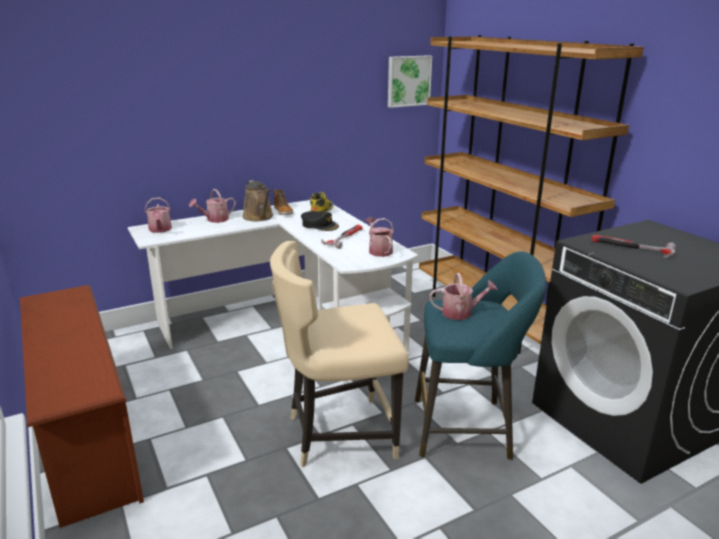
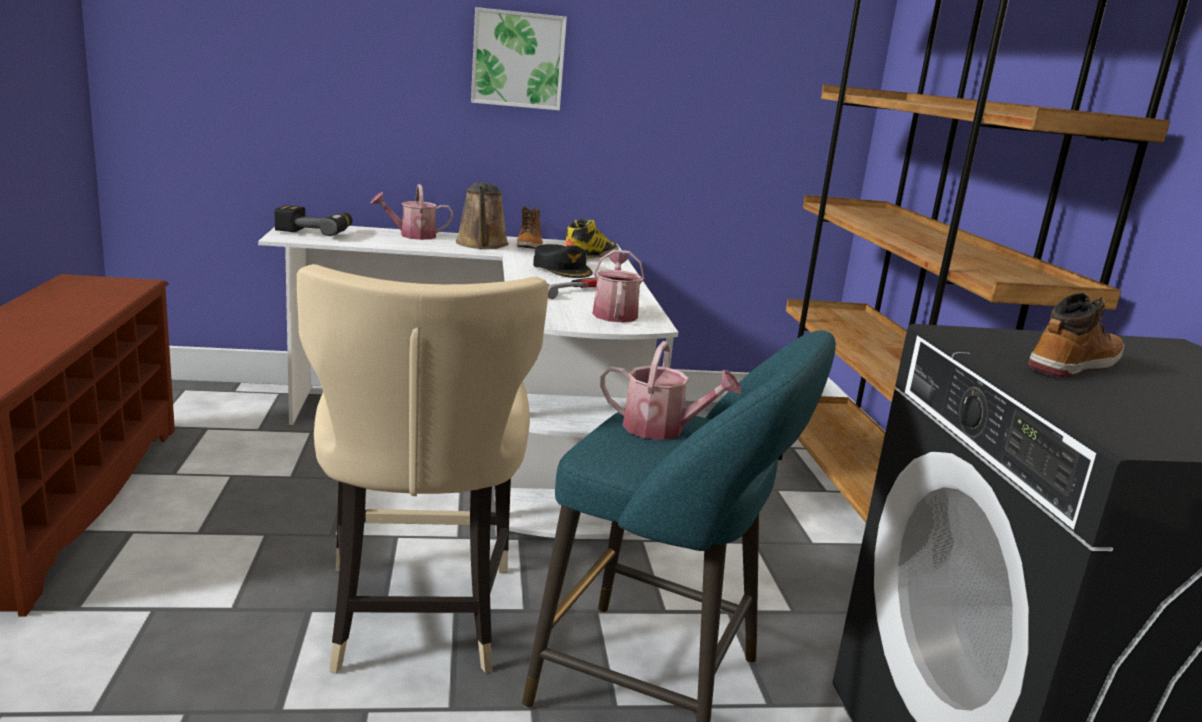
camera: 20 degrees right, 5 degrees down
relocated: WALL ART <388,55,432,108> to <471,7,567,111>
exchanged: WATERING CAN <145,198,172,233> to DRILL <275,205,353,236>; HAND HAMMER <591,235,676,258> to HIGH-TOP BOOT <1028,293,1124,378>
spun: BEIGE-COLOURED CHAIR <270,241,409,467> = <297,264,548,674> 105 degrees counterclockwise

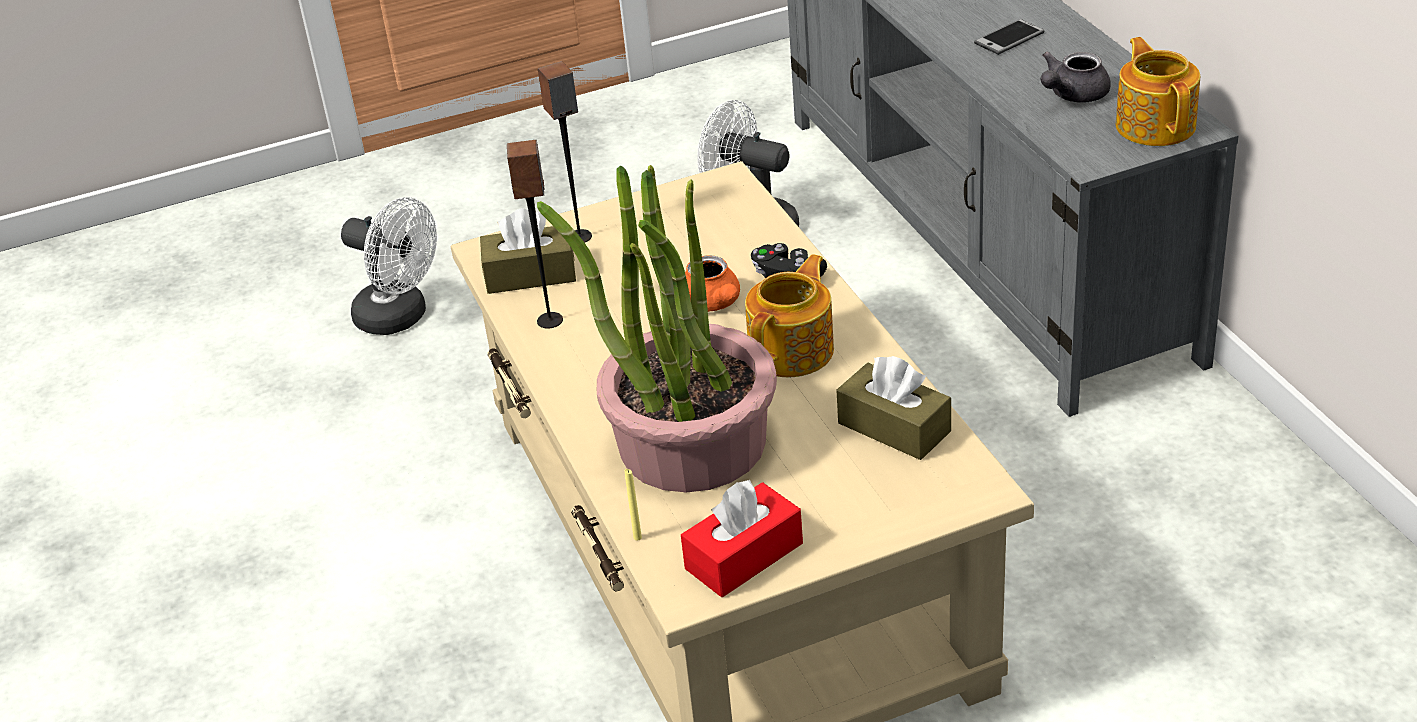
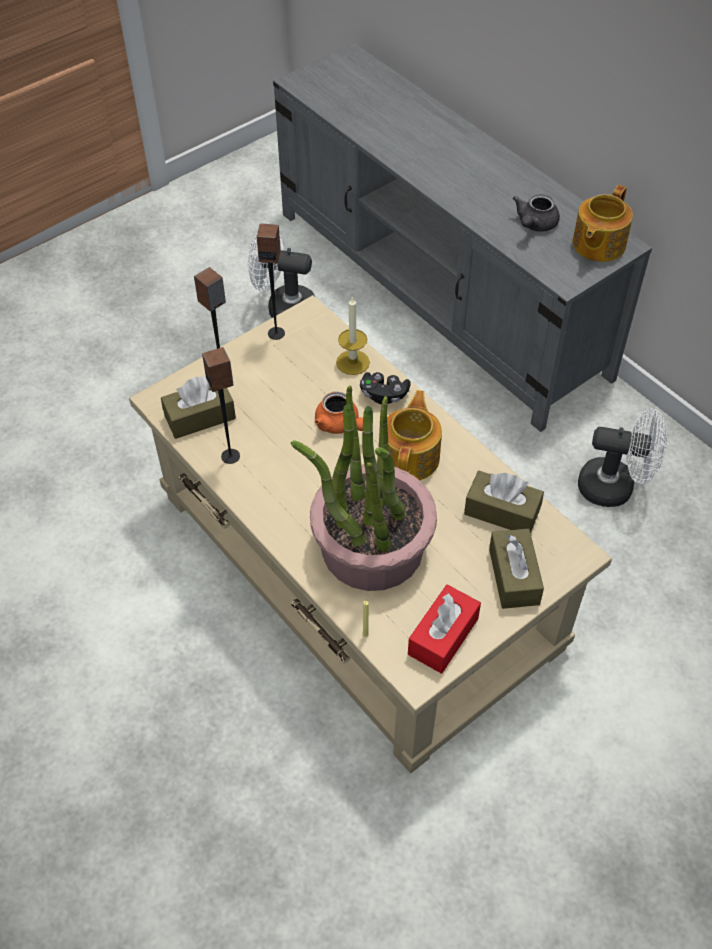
camera: 20 degrees left, 15 degrees up
missing: TELEPHONE <974,19,1045,55>
appeared: SPEAKER <257,223,285,340>; WAX LIGHT <336,296,370,375>; BROWN BOX OF TISSUES <489,528,544,609>
relocated: WHITISH FAN <341,197,437,335> to <578,409,667,507>
spun: TEAPOT <1116,37,1200,146> = <573,185,633,262> 120 degrees counterclockwise

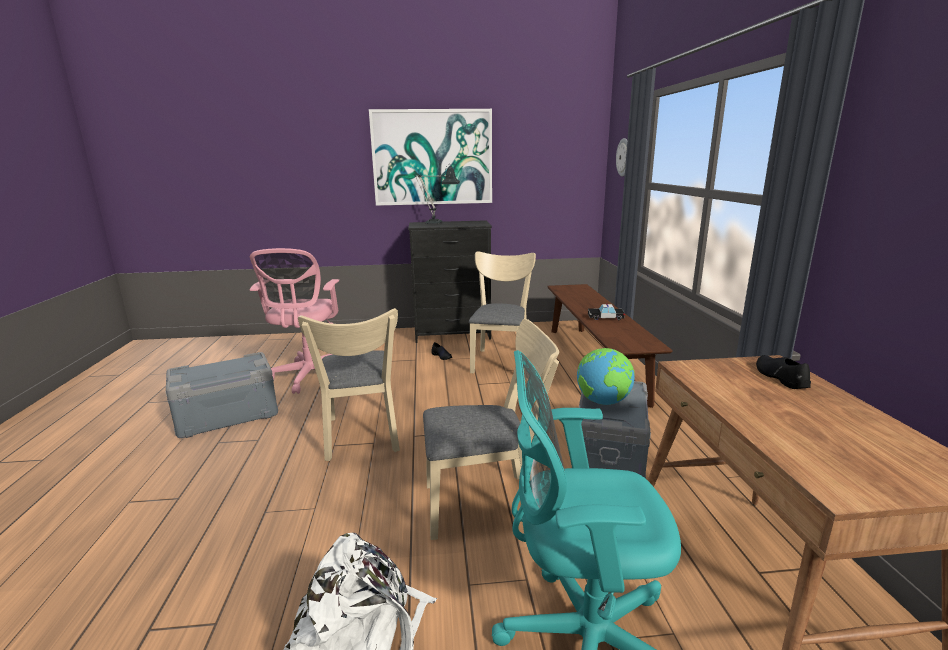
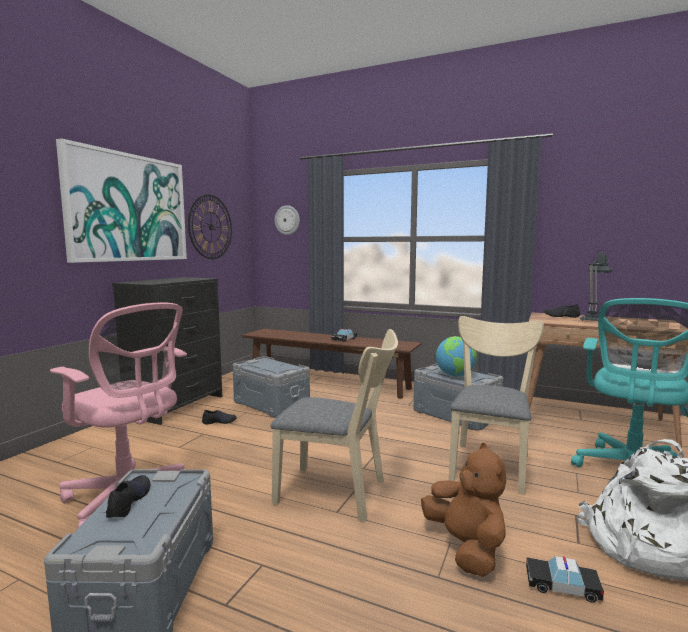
camera: 60 degrees left, 10 degrees down
appeared: BLACKISH ITEM OF FOOTWEAR <106,475,151,517>; CLOCK ON THE WALL <188,194,232,259>; BROWN CUDDLY TOY <421,443,506,577>; MODEL CAR <526,556,604,603>
relocated: TABLE LAMP <415,164,460,224> to <580,253,613,321>
exchanged: BEIGE-COLOURED CHAIR <469,251,536,373> to GRAY STORAGE BOX <233,356,310,418>

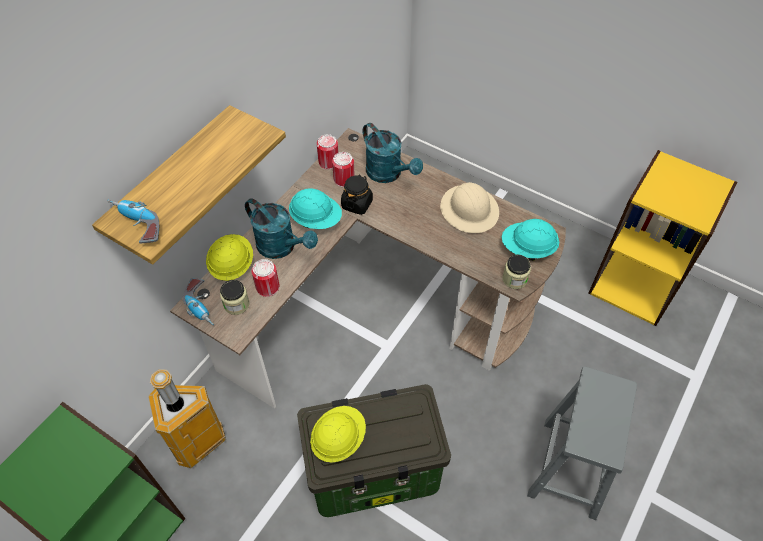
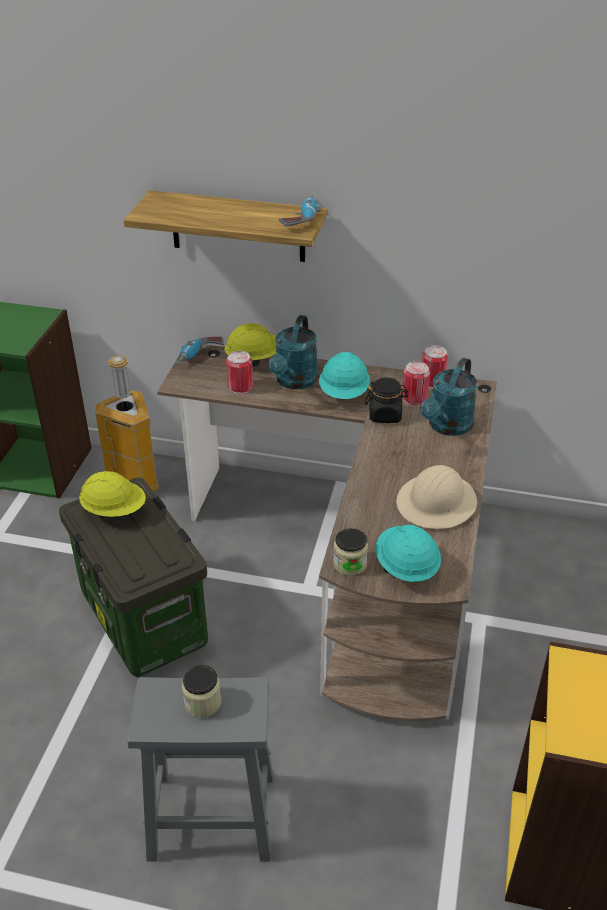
camera: 70 degrees right, 15 degrees down
relocated: DRILL <107,199,159,243> to <279,195,321,226>; STORAGE JAR <220,280,249,315> to <182,665,221,718>

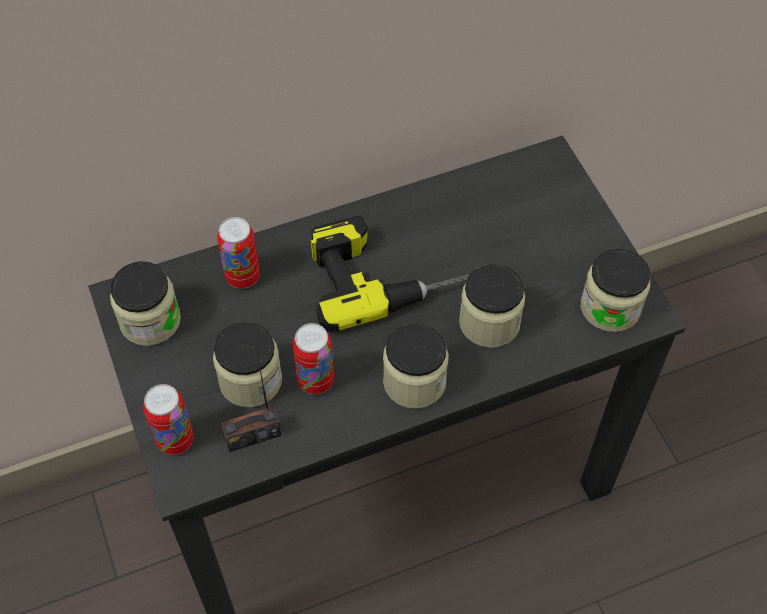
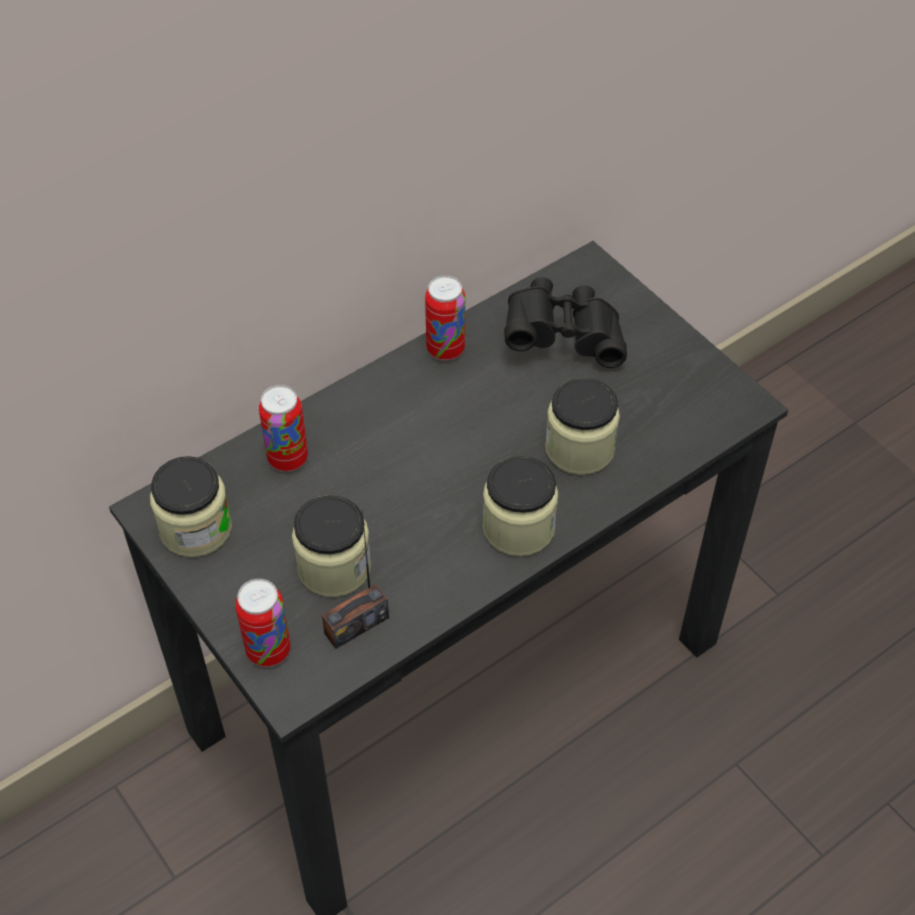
camera: 15 degrees left, 5 degrees down
missing: DRILL <311,215,469,333>; STORAGE JAR <581,249,651,332>
appeared: BLACKISH PAIR OF BINOCULARS <504,277,627,368>
relocated: SEALED CAN <293,323,334,395> to <425,276,465,361>

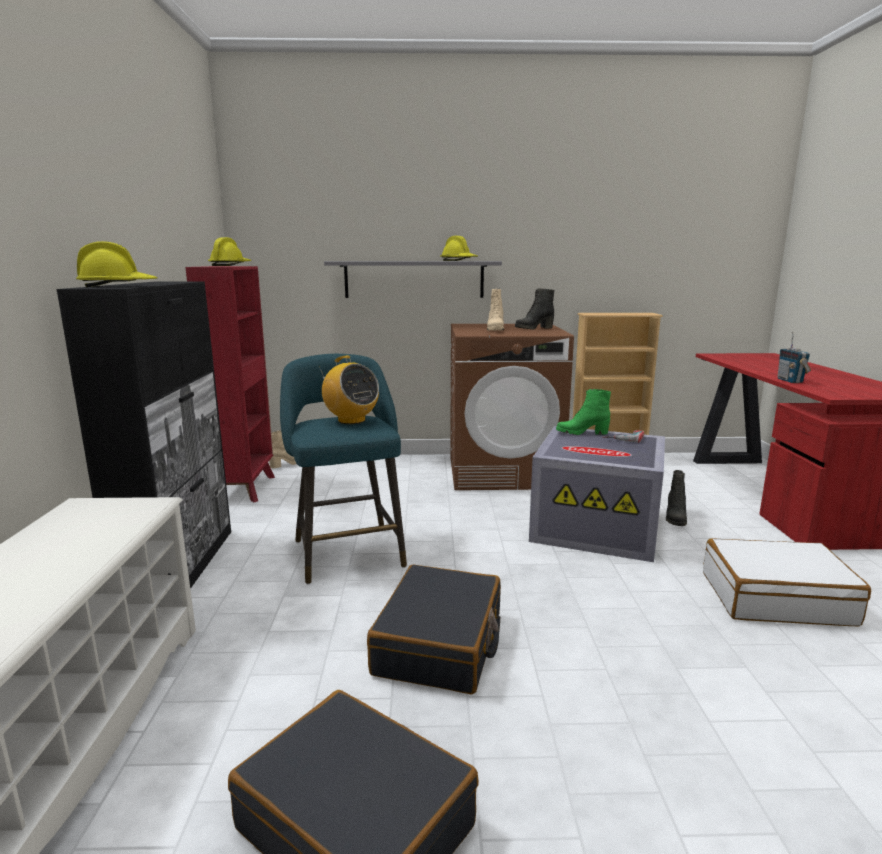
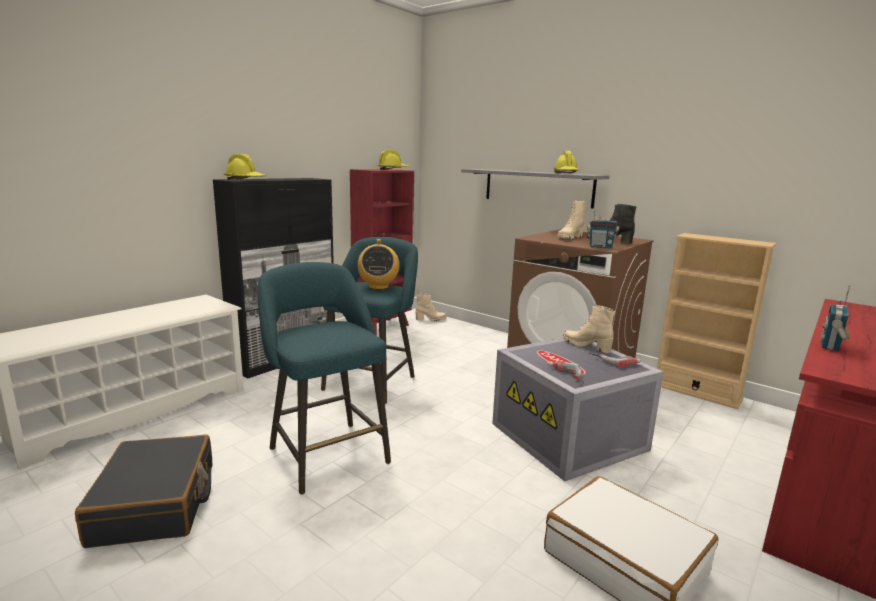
camera: 40 degrees right, 0 degrees up
missing: BLACKISH HIGH-TOP BOOT <666,470,687,526>
appeared: DRILL <547,361,584,384>; RADIO SET <587,205,619,249>
exchanged: BLACKISH PIECE OF LUGGAGE <367,565,501,695> to TURQUOISE SITTING STOOL <257,262,391,495>
colour: GREEN HIGH-TOP BOOT <556,389,611,435> to BEIGE-COLOURED HIGH-TOP BOOT <563,305,615,353>

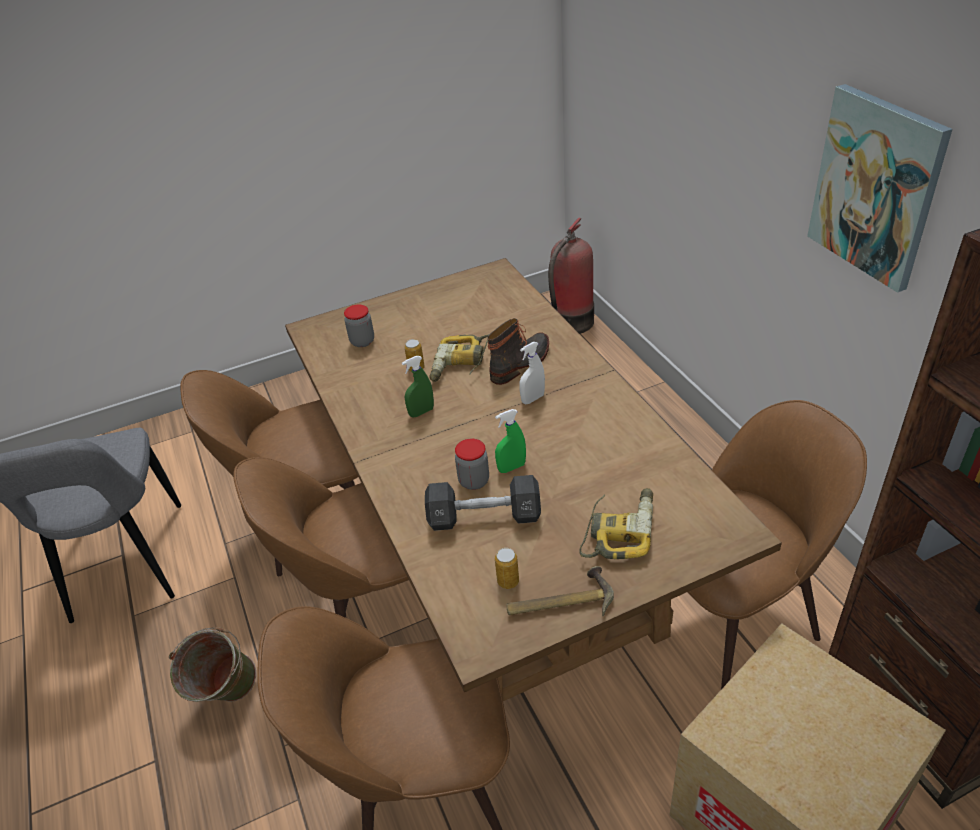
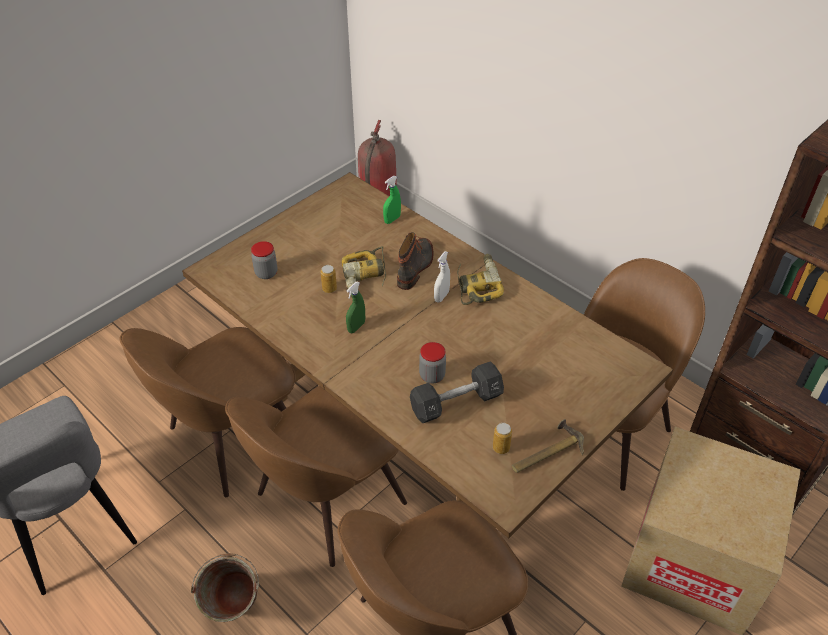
camera: 25 degrees left, 5 degrees up
missing: WALL ART <807,84,952,293>
relocated: GREEN HAND SPRAYER <495,409,526,473> to <383,176,401,224>; DRILL <579,488,653,559> to <457,254,504,305>

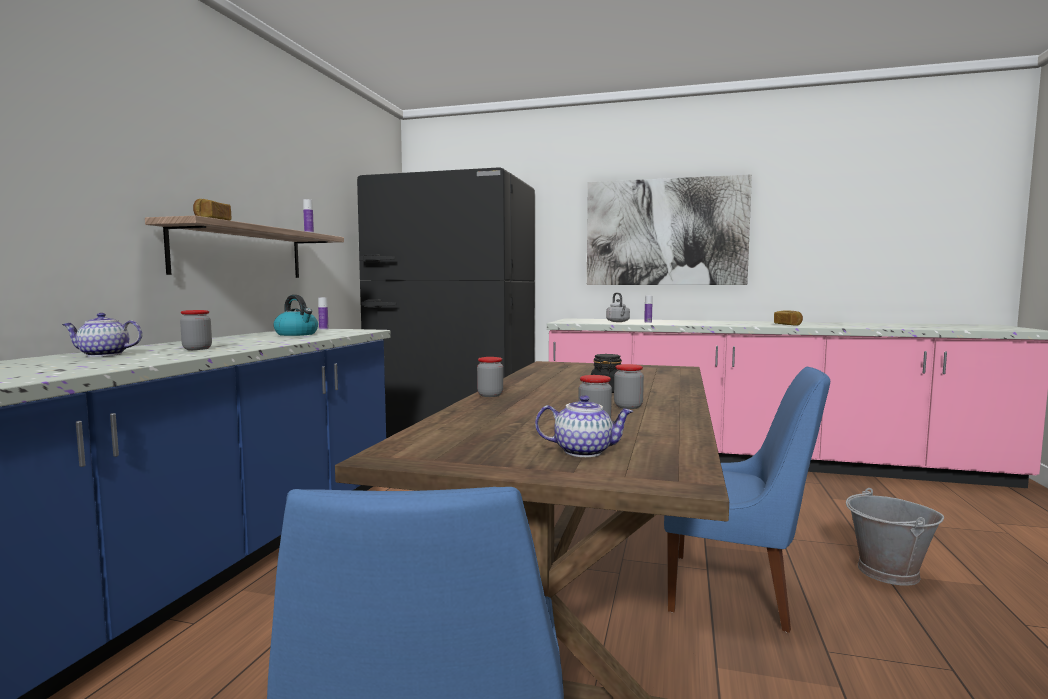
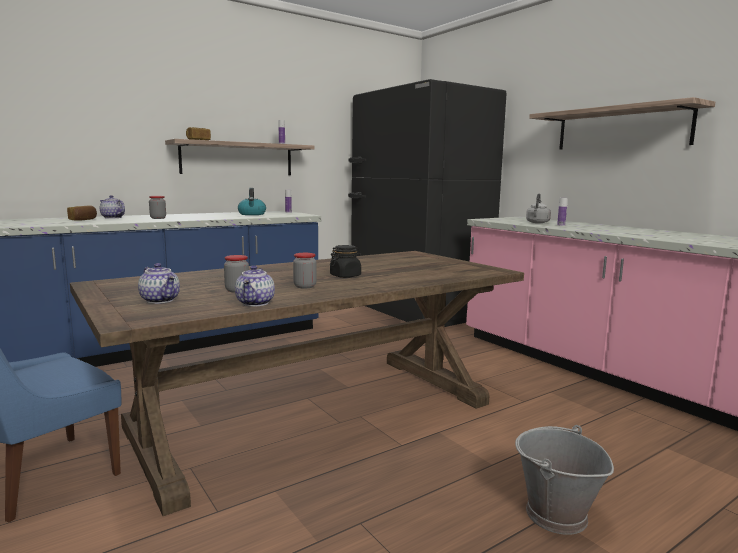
camera: 40 degrees right, 5 degrees up
missing: STORAGE JAR <477,357,503,397>; BLUISH CHAIR <664,367,830,633>
appeared: TEAPOT <235,265,275,306>
relocated: BREAD <774,311,803,325> to <67,205,97,221>
exchanged: WALL ART <587,174,752,285> to BRACKET SHELF <529,97,715,150>

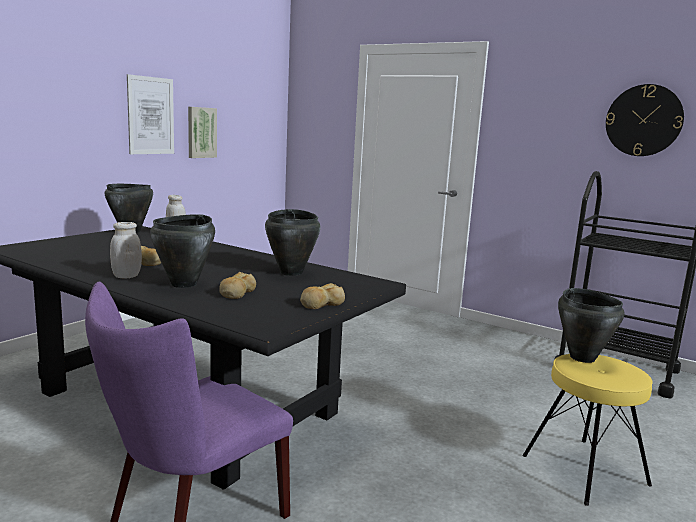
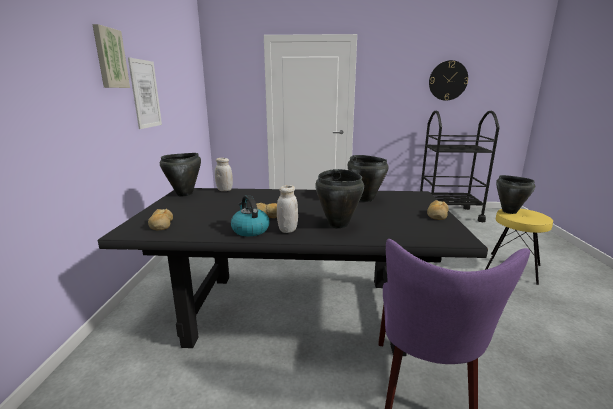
camera: 30 degrees left, 5 degrees up
appeared: TEA KETTLE <231,195,270,236>
relocated: WALL ART <188,107,217,158> to <92,24,130,88>; BREAD <220,272,256,299> to <148,209,173,230>

